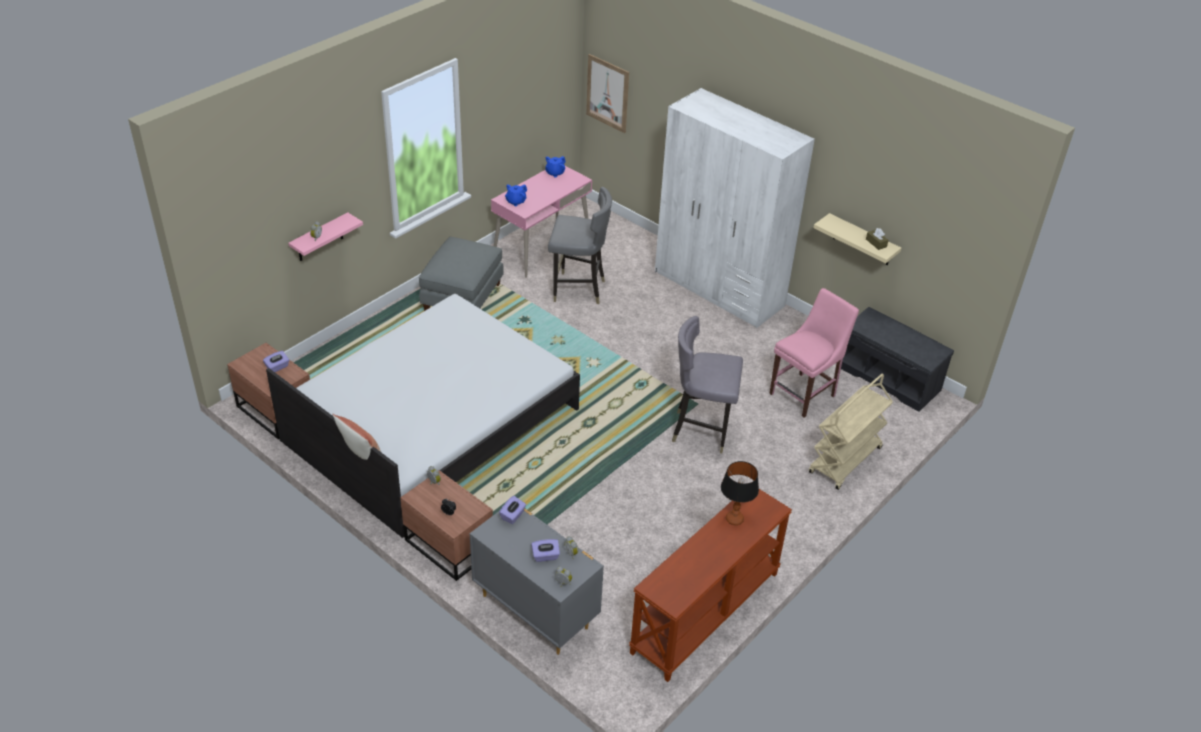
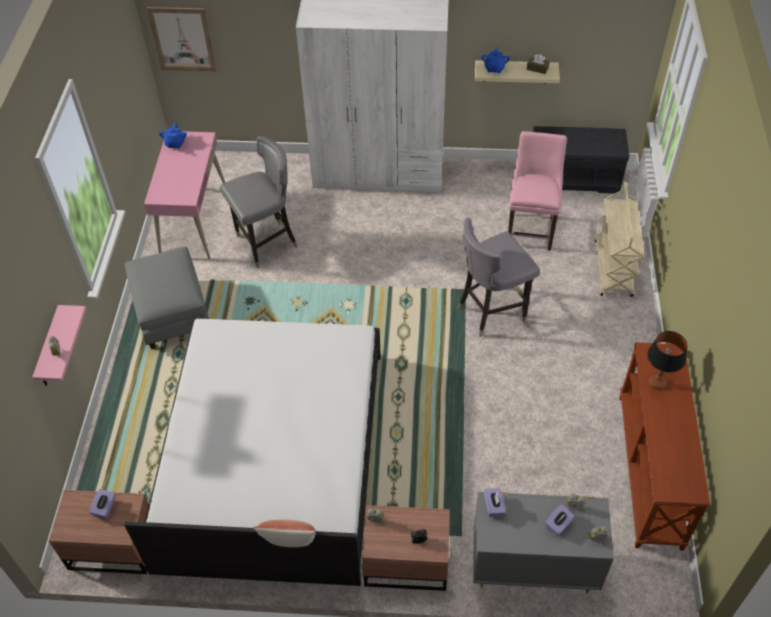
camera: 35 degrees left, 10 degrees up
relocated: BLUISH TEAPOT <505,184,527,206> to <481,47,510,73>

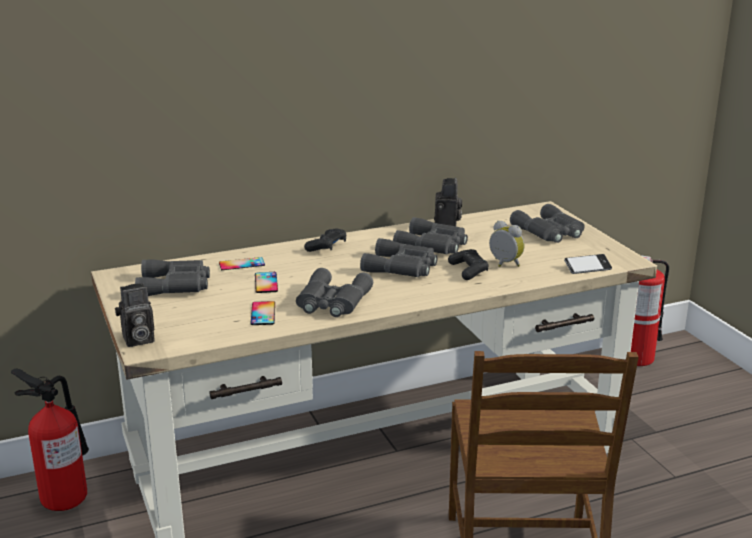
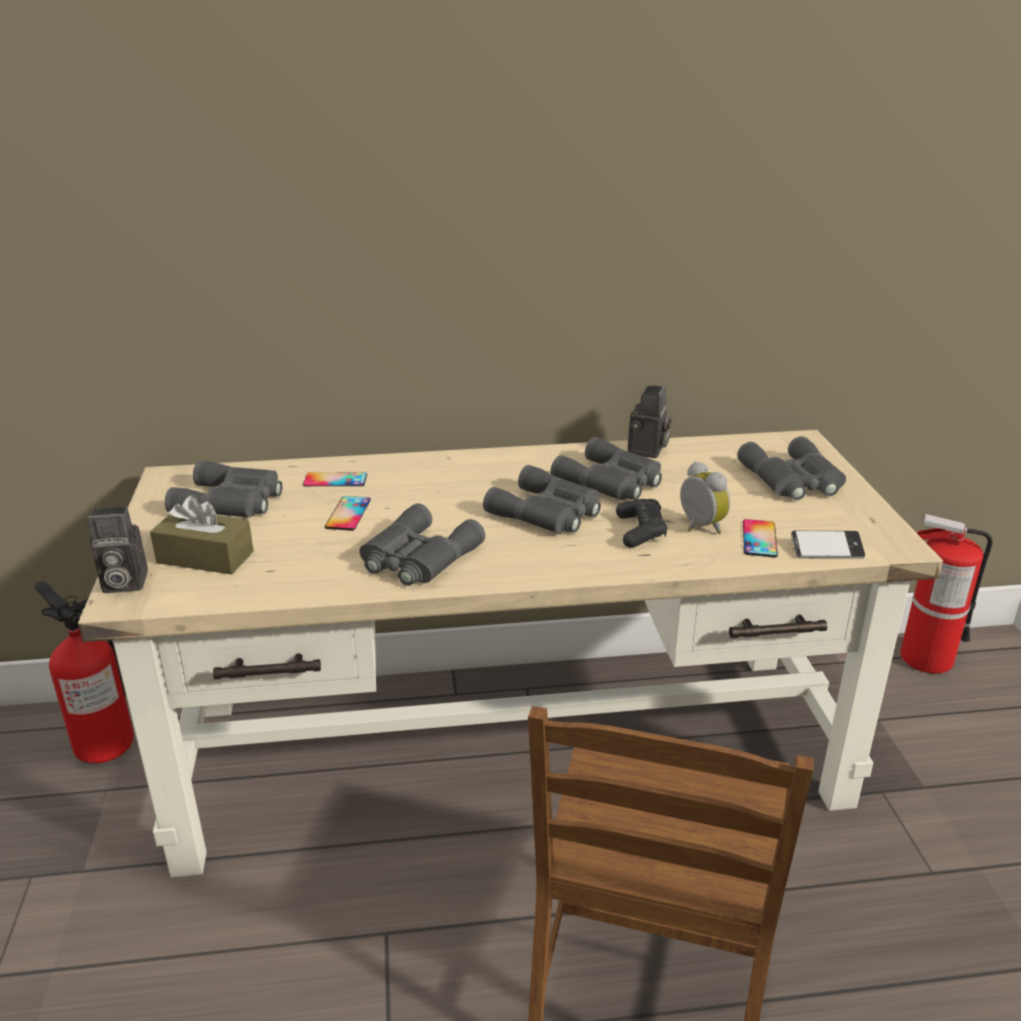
camera: 15 degrees right, 5 degrees up
missing: BLACKISH GAMEPAD <304,228,347,252>
appeared: BROWN BOX OF TISSUES <150,495,254,575>
relocated: TELEPHONE <250,301,275,325> to <743,519,778,557>

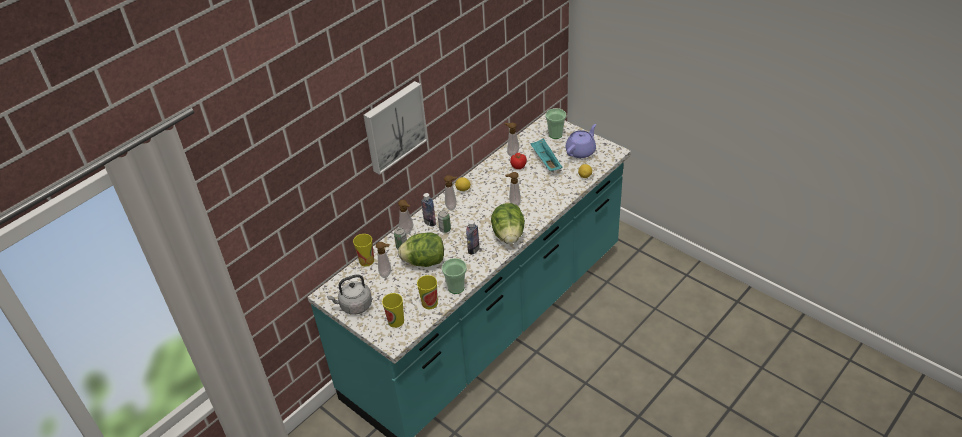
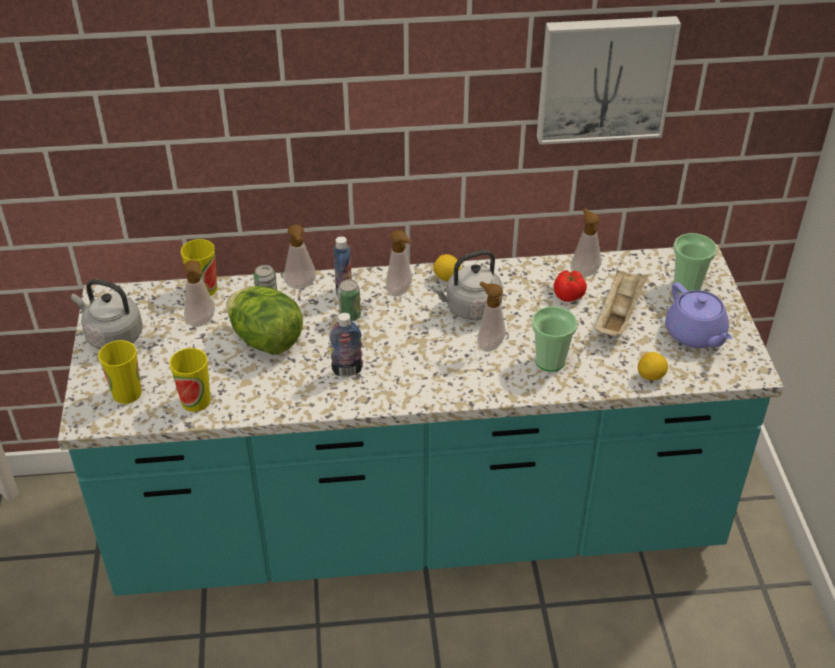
camera: 40 degrees right, 0 degrees up
missing: LETTUCE HEAD <491,203,525,244>
appeared: GRAY TEA KETTLE <431,250,503,320>
relocated: WALL ART <363,81,428,175> to <537,16,681,145>; CUP <442,258,467,294> to <532,306,578,372>
colour: TURQUOISE SERVING TRAY <530,138,563,171> to BEIGE-COLOURED SERVING TRAY <594,269,648,338>
spun: PURPLE-COLOURED TEAPOT <566,124,596,158> = <665,282,733,348> 75 degrees clockwise

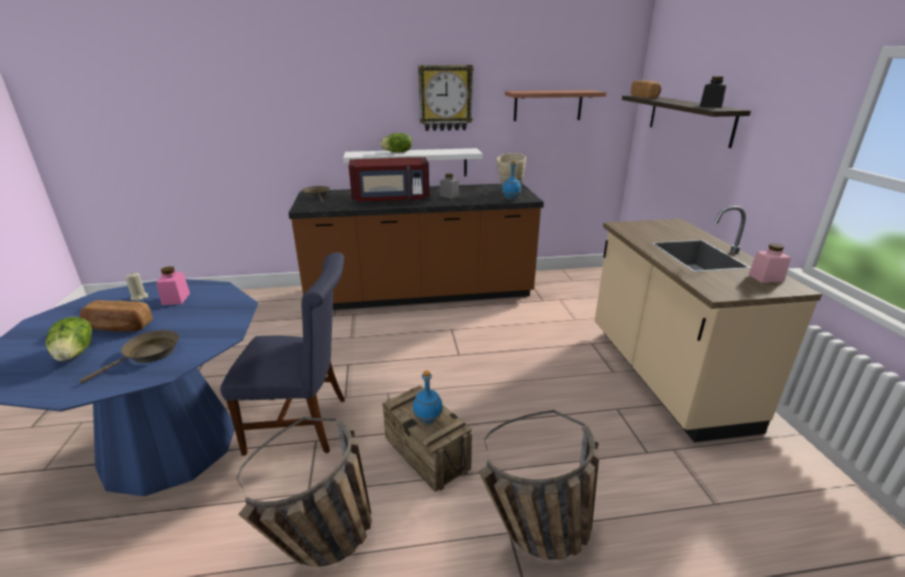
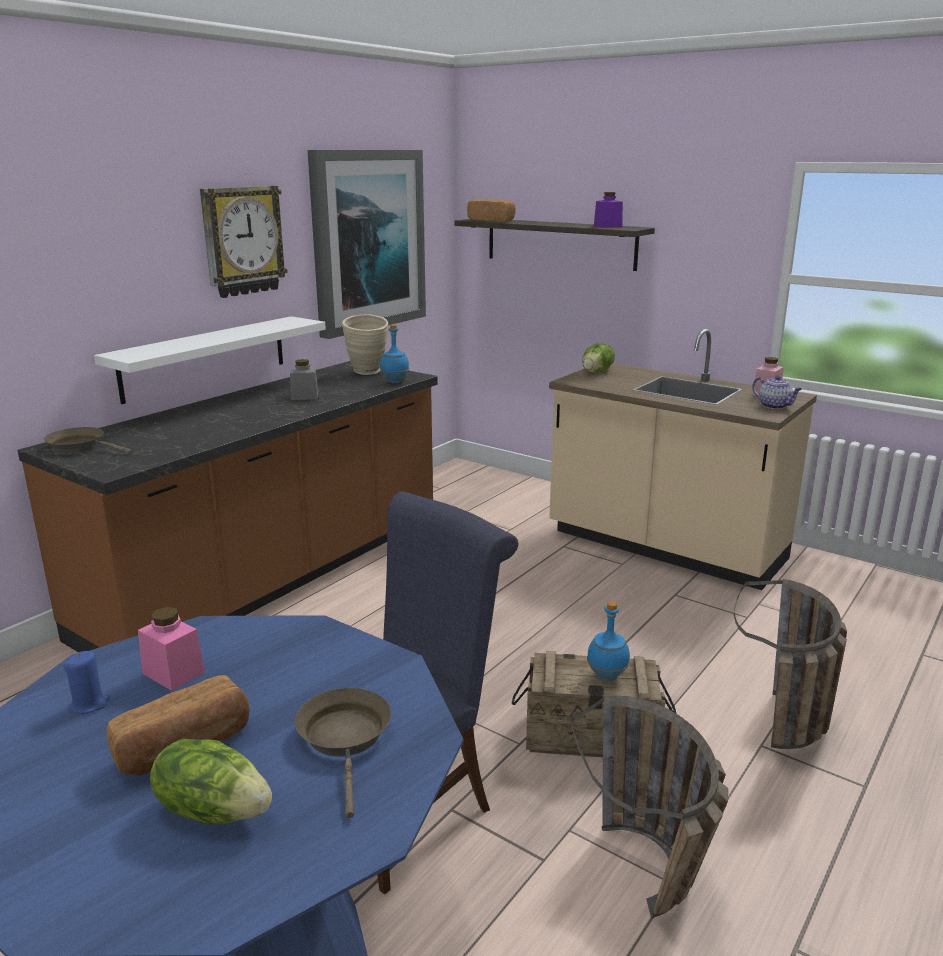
camera: 45 degrees left, 5 degrees down
missing: RED-COLOURED KITCHEN MICROWAVE <349,157,429,203>
appeared: TEAPOT <752,375,802,409>
relocated: LETTUCE HEAD <380,133,412,152> to <582,343,615,373>
exchanged: BRACKET SHELF <505,90,606,121> to WALL ART <307,150,426,339>
colour: BEIGE-COLOURED WAX LIGHT <125,272,148,301> to BLUISH WAX LIGHT <64,651,110,714>; BLACKISH STORAGE JAR <700,76,727,108> to PURPLE-COLOURED STORAGE JAR <594,192,623,228>

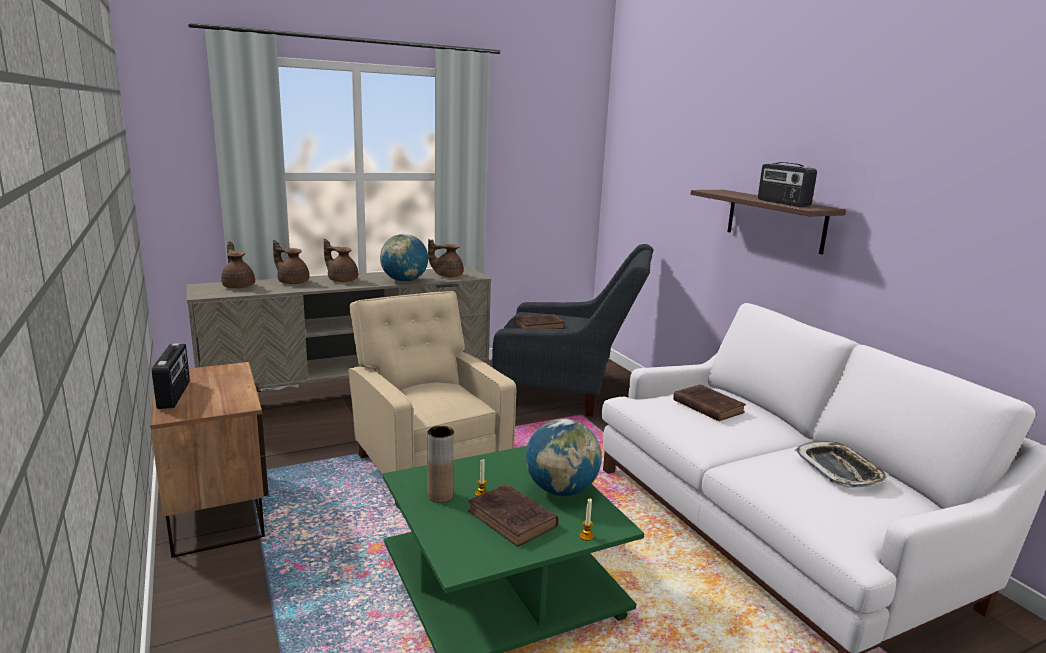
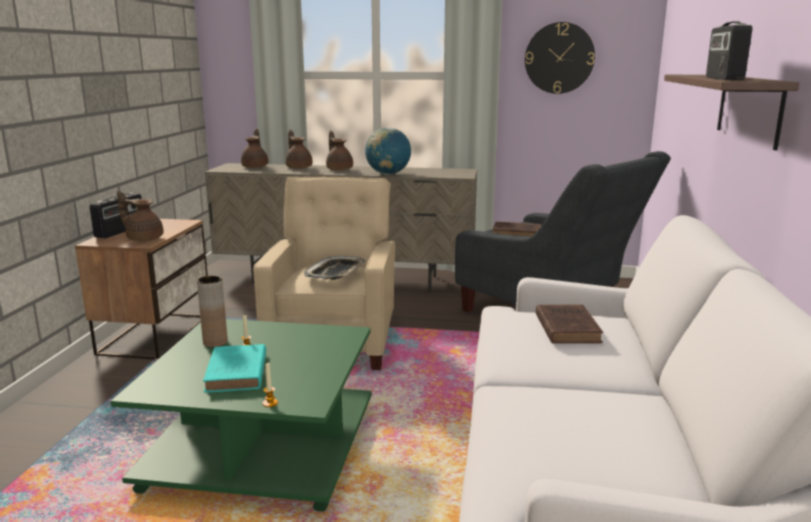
camera: 35 degrees right, 0 degrees up
missing: DESK GLOBE <526,418,602,496>
appeared: CLOCK ON THE WALL <525,22,595,94>
relocated: BROWN TEAPOT <428,239,464,277> to <117,191,163,241>; SERVING TRAY <795,441,889,488> to <304,256,366,280>
colour: BROWN BOOK <468,484,559,547> to TURQUOISE BOOK <203,344,266,393>

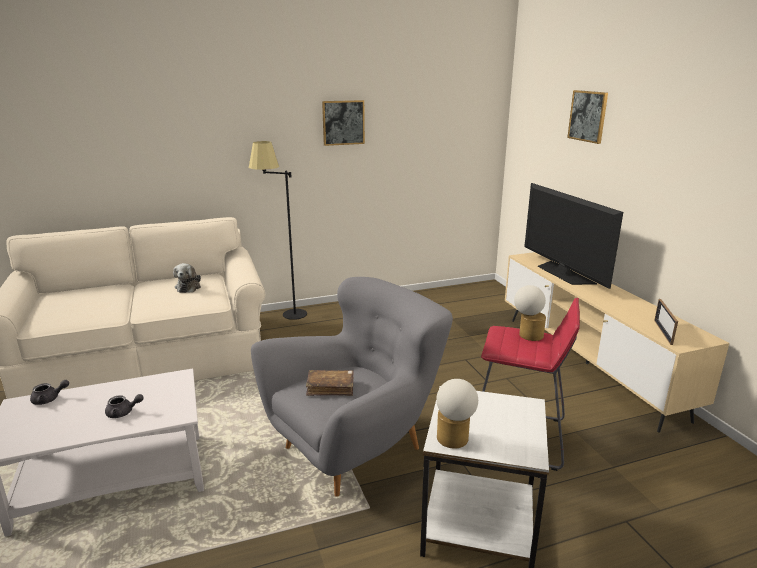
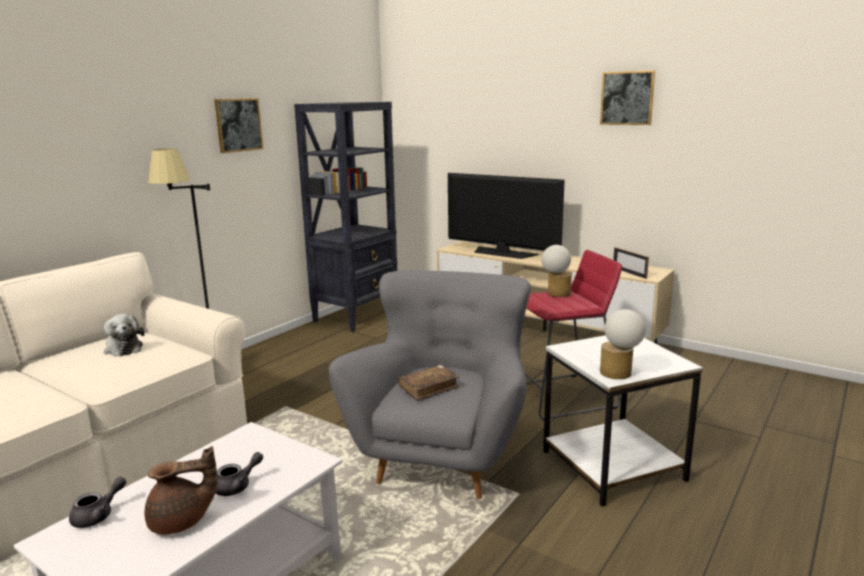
camera: 35 degrees left, 5 degrees down
appeared: BROWN TEAPOT <145,446,217,534>; BLACKISH BOOKSHELF <294,102,398,332>
relocated: WALL ART <567,90,608,144> to <600,70,655,125>

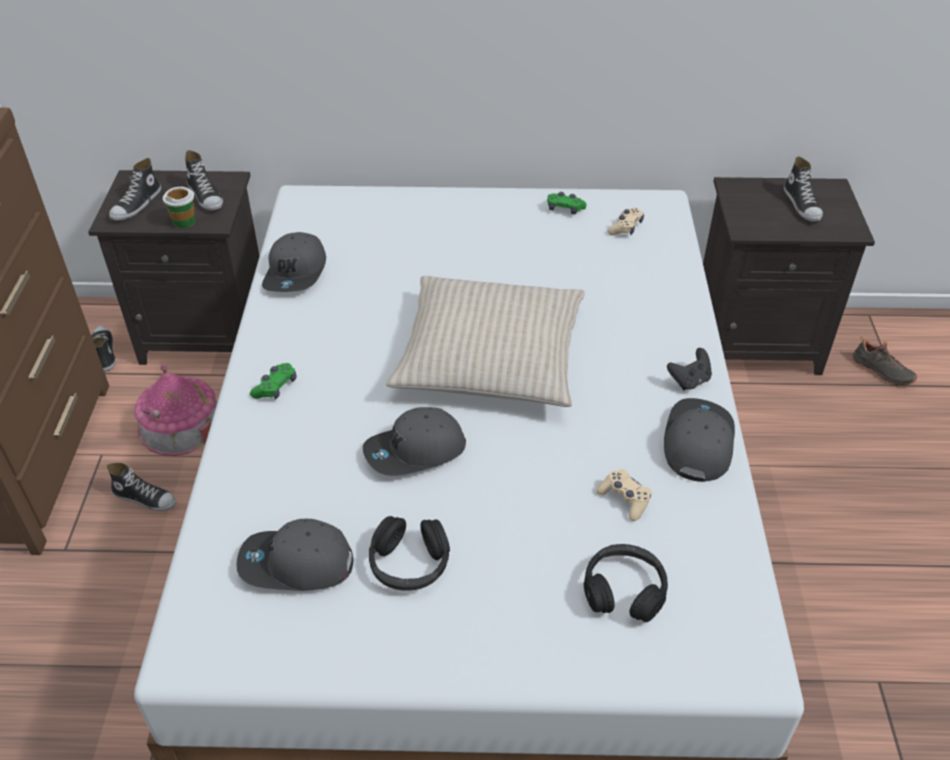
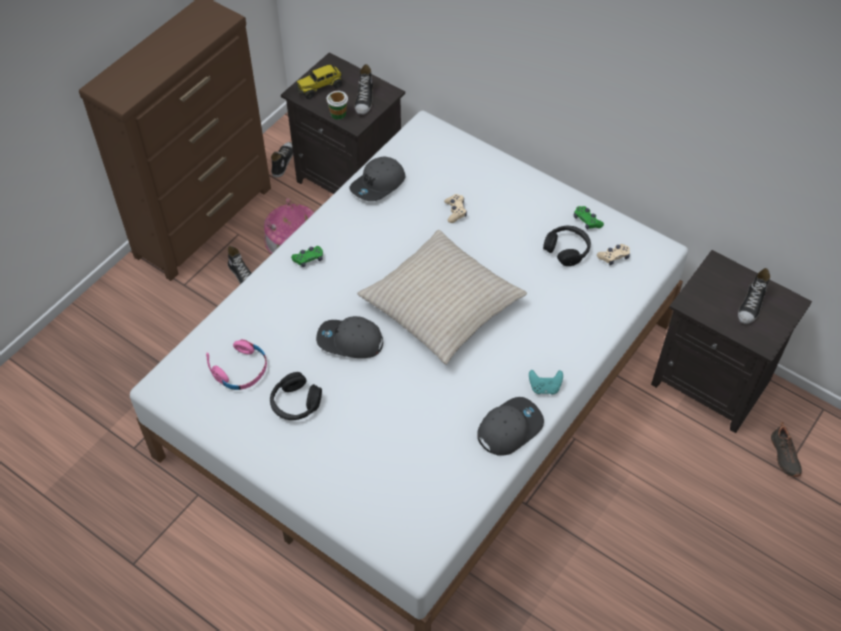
camera: 35 degrees right, 10 degrees up
relocated: BLACKISH HEADSET <584,544,668,622> to <543,226,591,266>; BEIGE-COLOURED GAMEPAD <596,469,652,521> to <444,194,467,223>
exchanged: ITEM OF FOOTWEAR <109,158,161,221> to TOY LORRY <296,65,344,99>; GRAY PEAKED CAP <237,519,353,591> to PINK-COLOURED HEADSET <206,339,267,390>
colour: BLACKISH GAMEPAD <667,348,712,390> to TURQUOISE GAMEPAD <529,370,563,395>

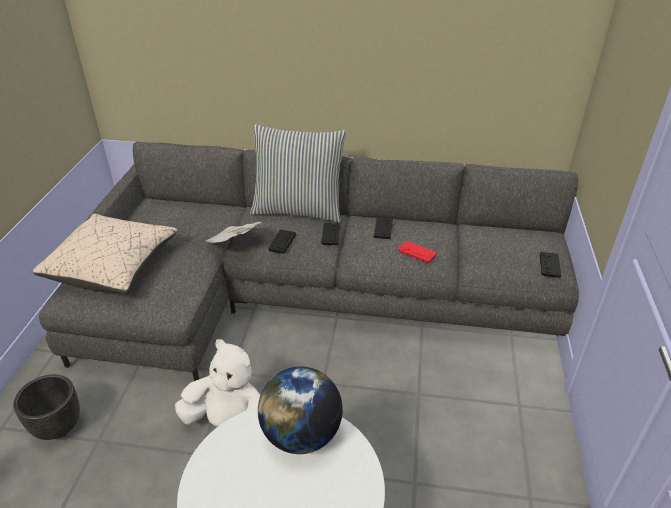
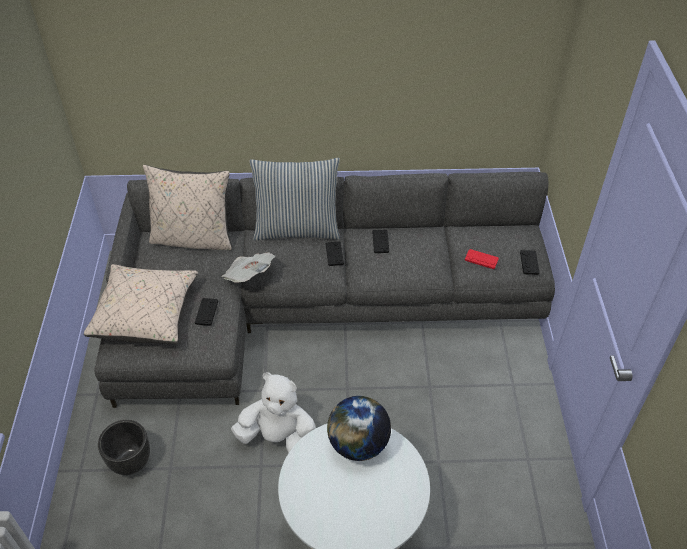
camera: 10 degrees left, 10 degrees up
appeared: BEIGE-COLOURED THROW PILLOW <143,165,232,250>
relocated: BLACKISH GAMEPAD <268,230,296,254> to <195,298,218,326>; RED-COLOURED GAMEPAD <398,241,437,263> to <465,249,499,269>

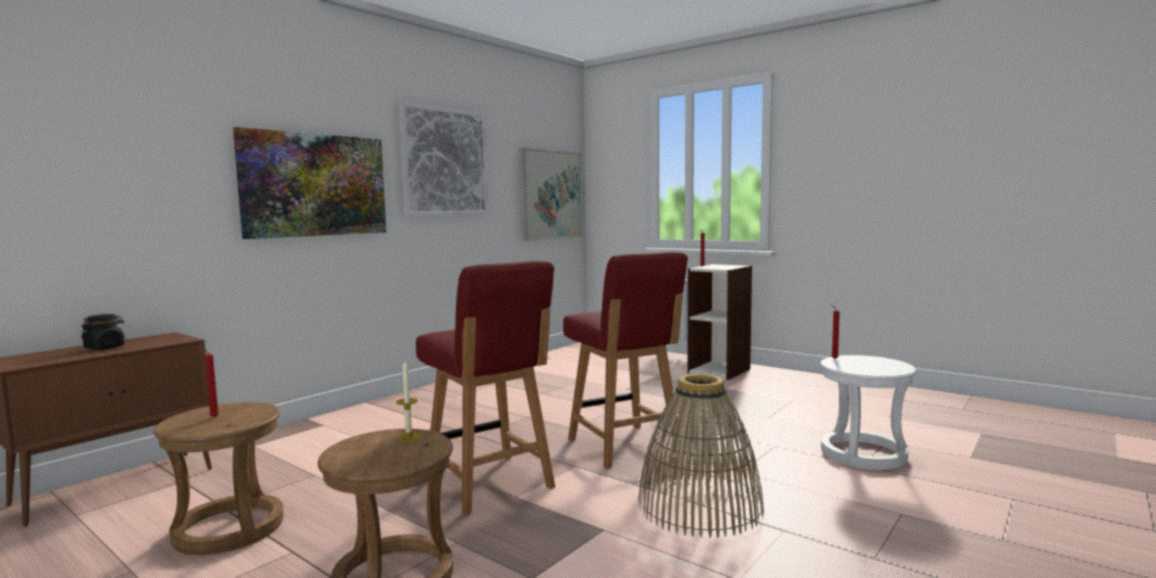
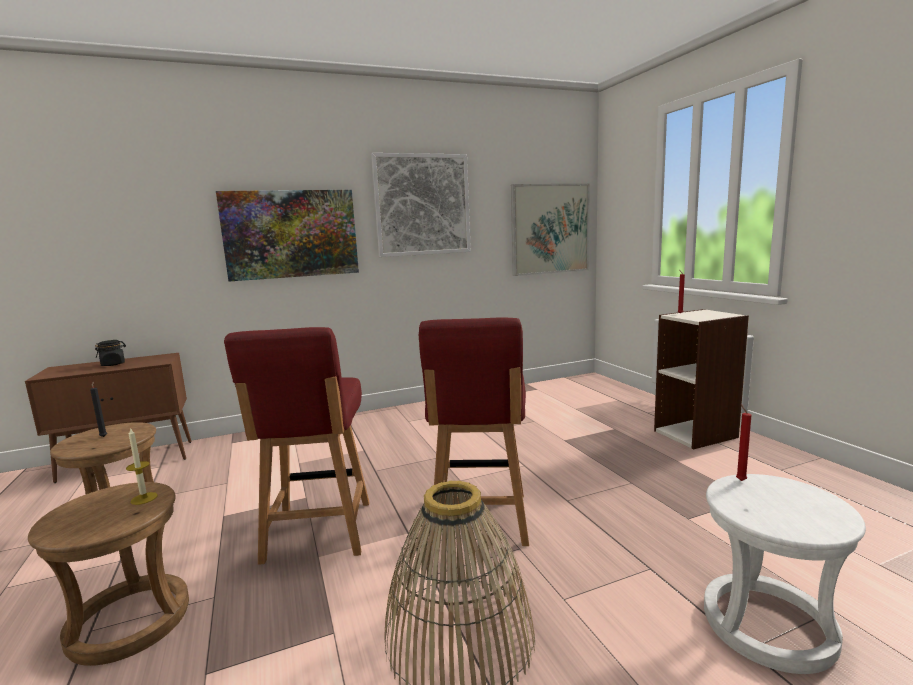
camera: 30 degrees right, 5 degrees up
colour: RED-COLOURED WAX LIGHT <204,347,219,418> to BLACKISH WAX LIGHT <90,382,107,437>

